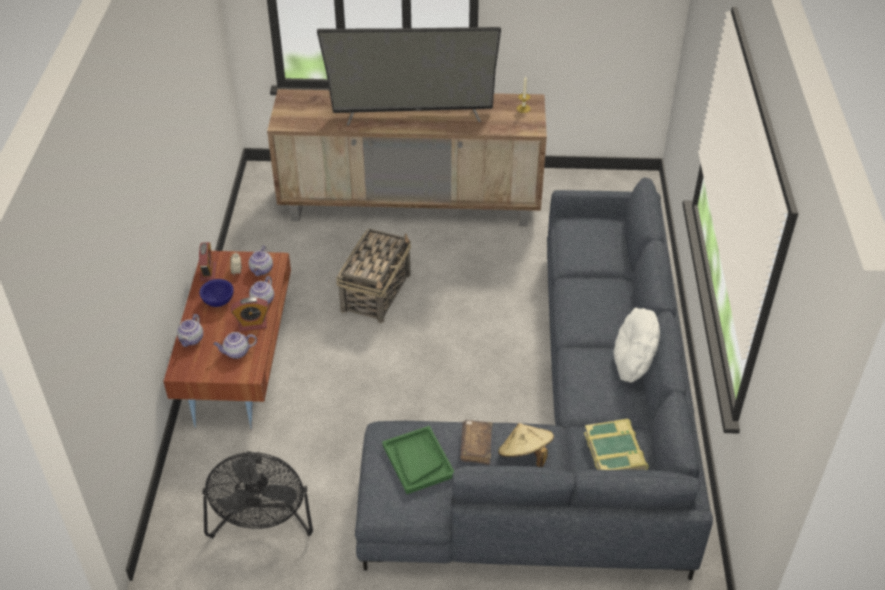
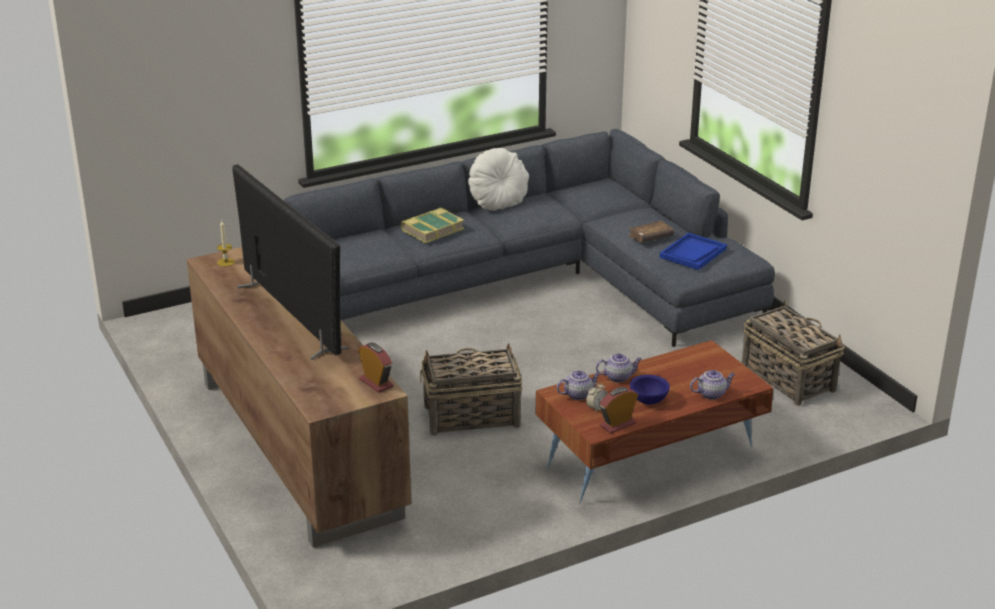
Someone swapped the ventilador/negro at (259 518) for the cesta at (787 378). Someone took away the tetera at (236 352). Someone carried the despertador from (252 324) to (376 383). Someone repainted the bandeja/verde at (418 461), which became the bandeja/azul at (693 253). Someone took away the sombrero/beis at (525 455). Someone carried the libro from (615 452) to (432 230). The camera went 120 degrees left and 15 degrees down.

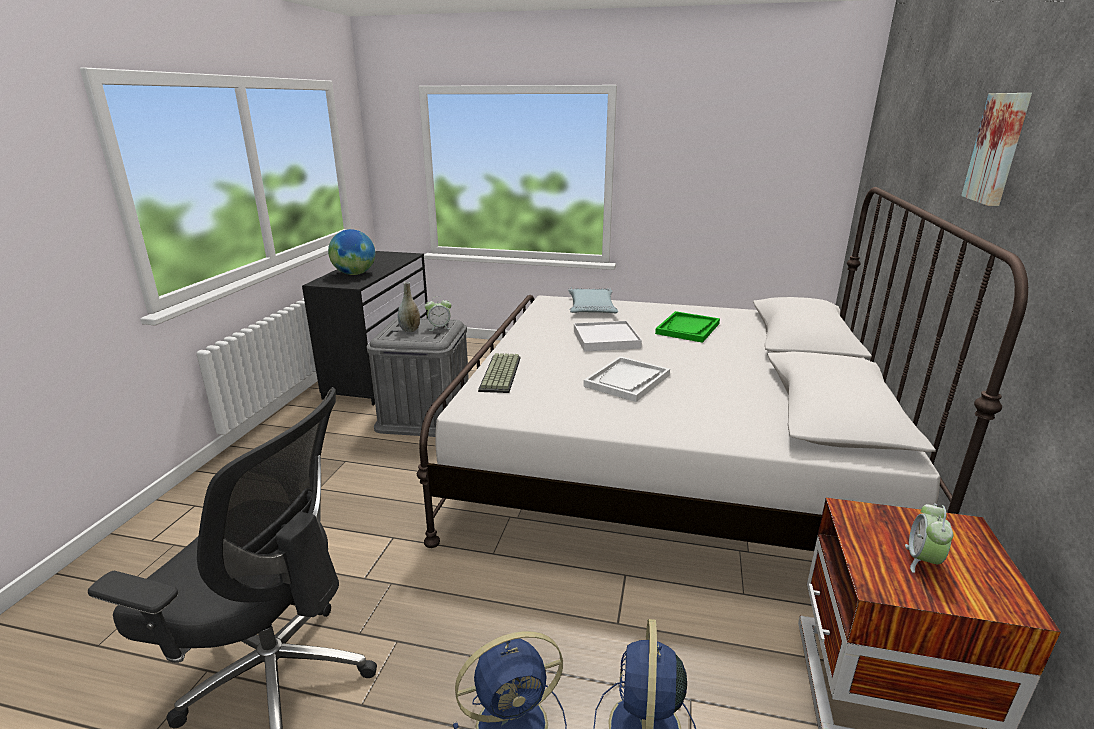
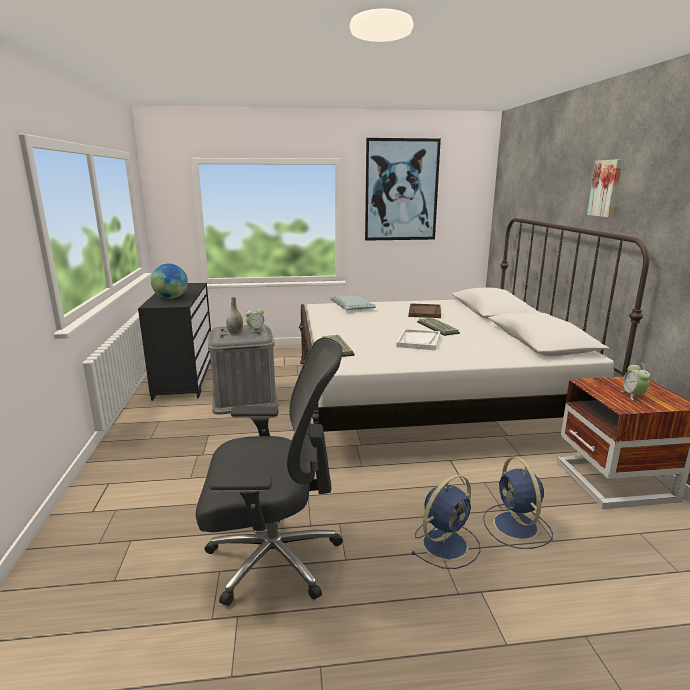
Someone took away the bandeja/blanco at (606 339). Someone repainted the bandeja/verde at (688 329), which became the bandeja/marrón at (424 312). Someone put up the cuadro at (401 190). Someone put down the teclado at (438 327). The camera went 20 degrees left and 5 degrees down.

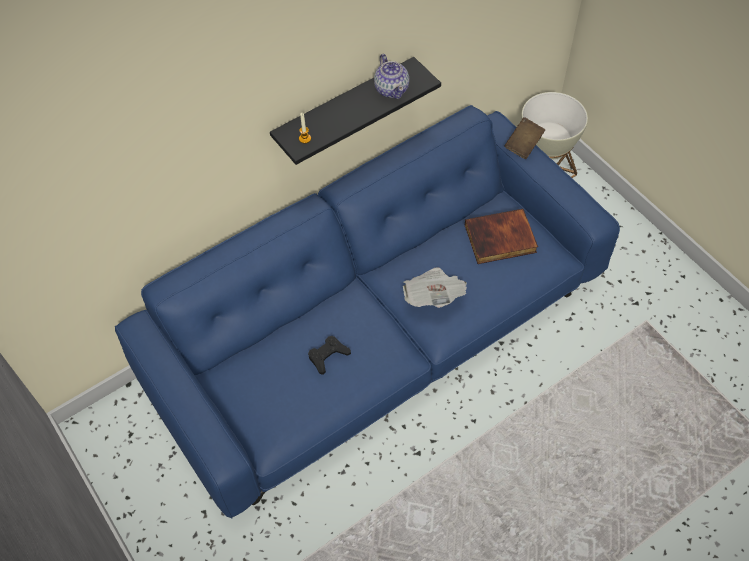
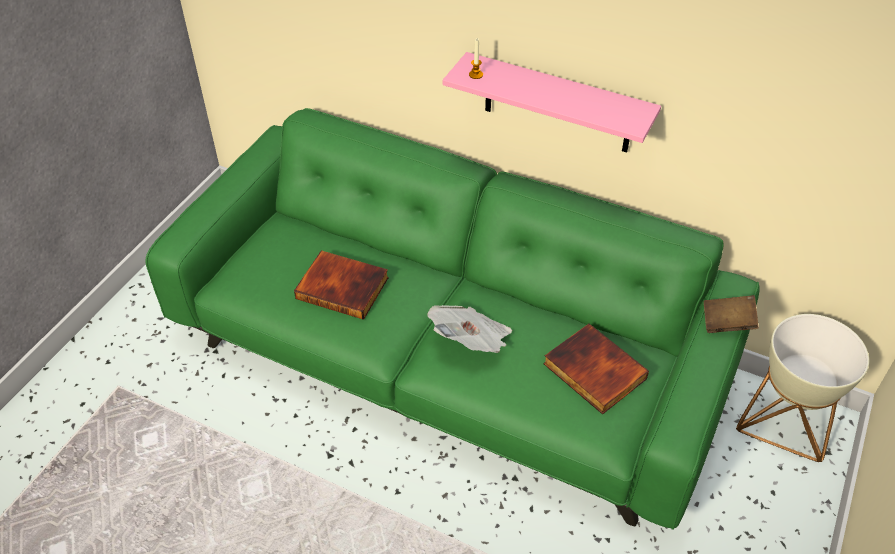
Someone repainted the sofá/azul at (376 335), which became the sofá/verde at (448 359). Someone repainted the estante/negro at (344 112), which became the estante/rosa at (557 104). Someone swapped the mando de consola/negro at (328 356) for the libro at (343 287). Someone took away the tetera at (391 89). The camera went 60 degrees right and 10 degrees down.

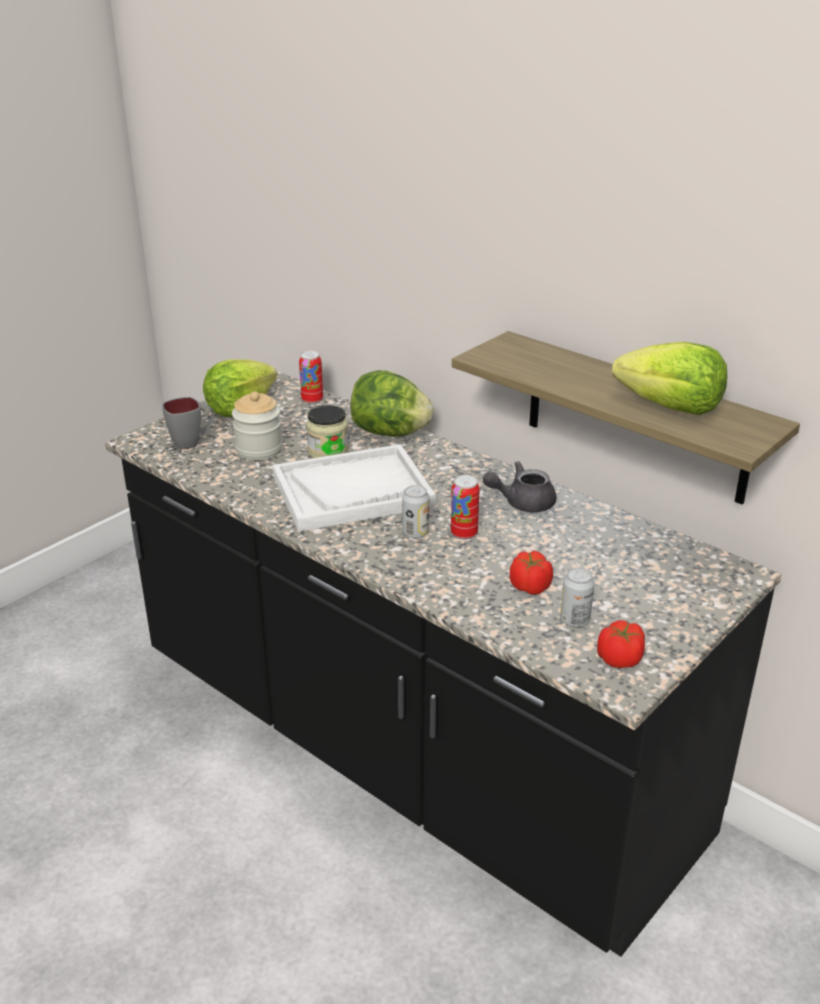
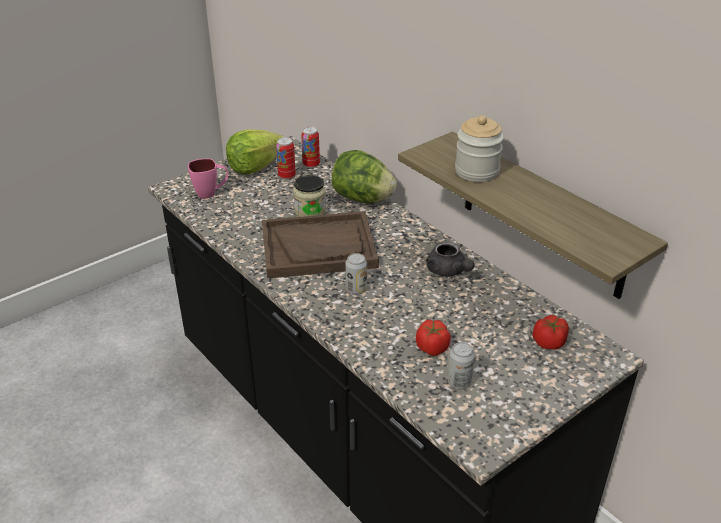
Someone repainted the taza grande/gris at (192 442), which became the taza grande/rosa at (211 193). Someone carried the tarro from (259 450) to (477 171). Someone repainted the bandeja/blanco at (352 491), which became the bandeja/marrón at (319 247). Someone carried the lata from (464 534) to (287 176). Someone rotated the tetera/gris at (522 502) by 120 degrees counterclockwise. Someone carried the tomate from (620 659) to (549 342). Someone took away the lechuga at (670 407). The camera went 10 degrees right and 5 degrees up.

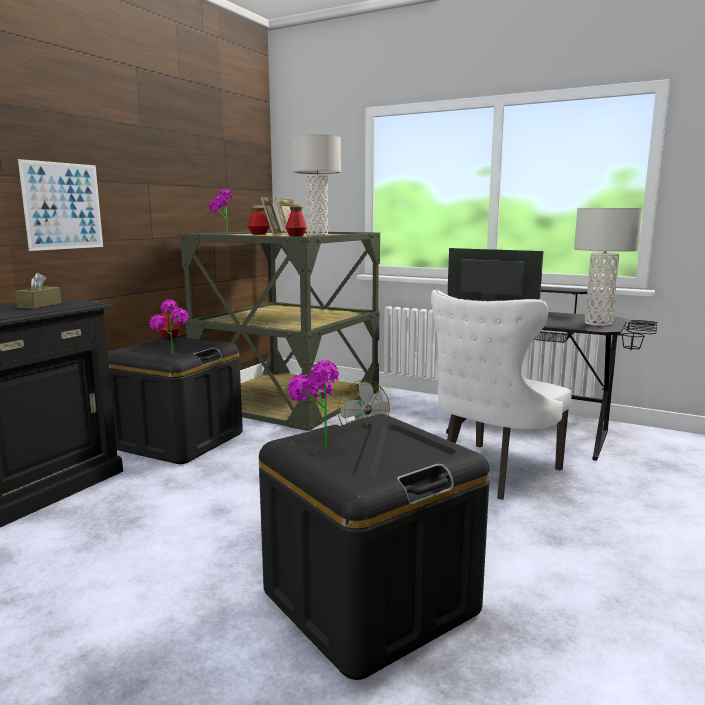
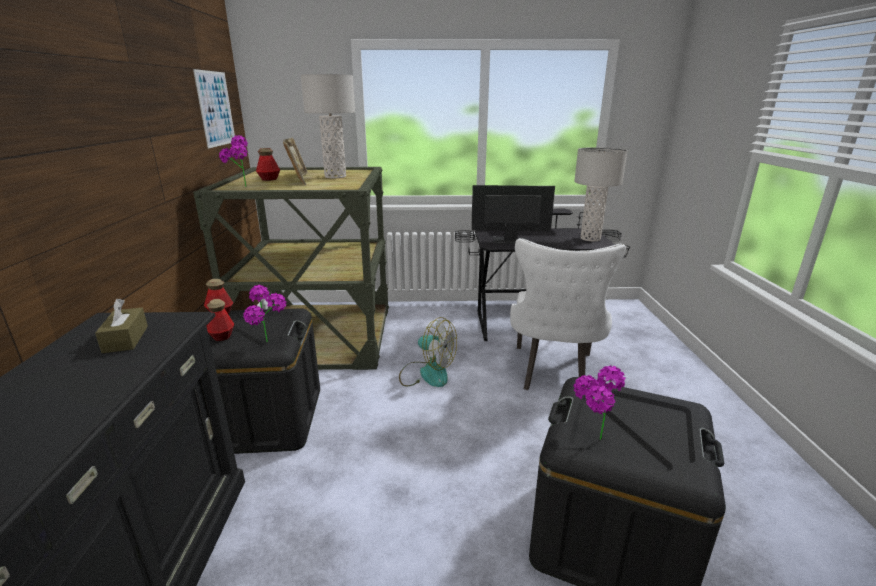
Someone carried the cuadro from (63 206) to (215 108). Someone carried the botella from (296 237) to (222 336). The camera went 30 degrees left and 10 degrees up.

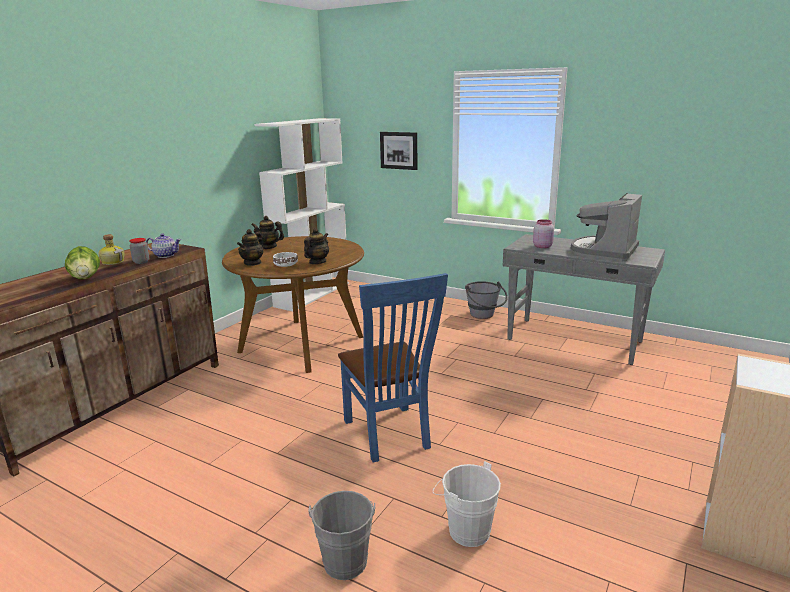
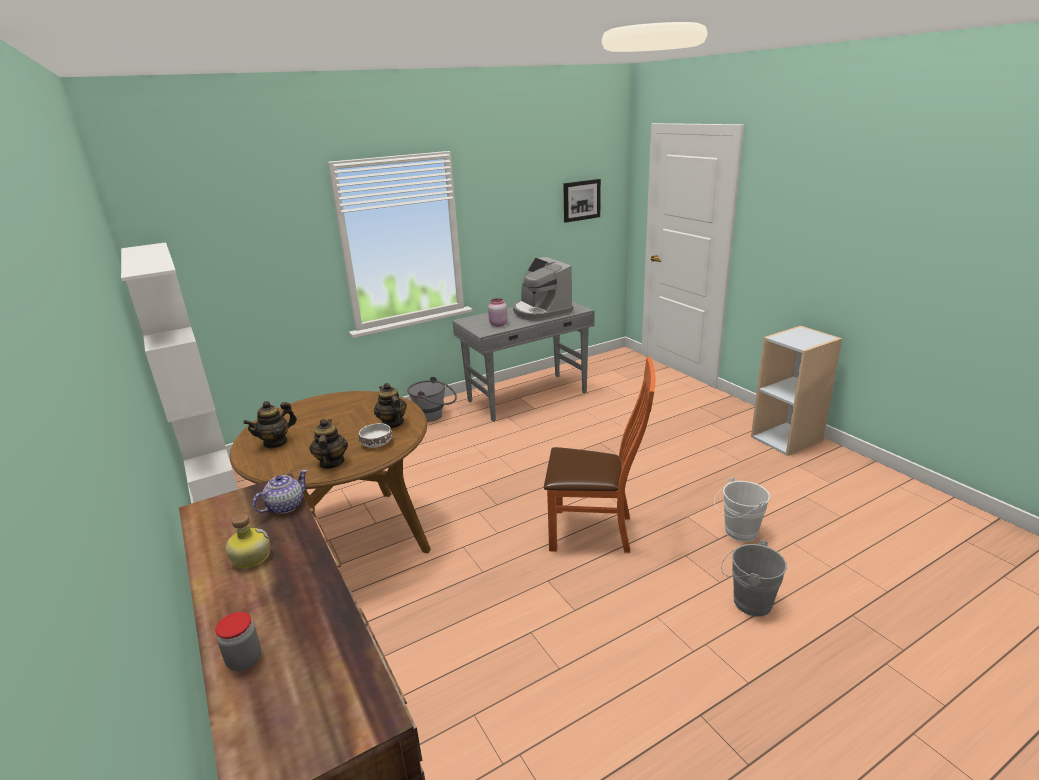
Someone took away the lechuga at (85 278). Someone carried the tarro from (141 262) to (244 660). Someone rotated the tetera at (253 263) by 150 degrees counterclockwise. Someone repainted the silla/azul at (389 436), which became the silla/naranja at (596 531). Someone carried the cuadro from (399 150) to (581 200). The camera went 60 degrees left and 5 degrees up.

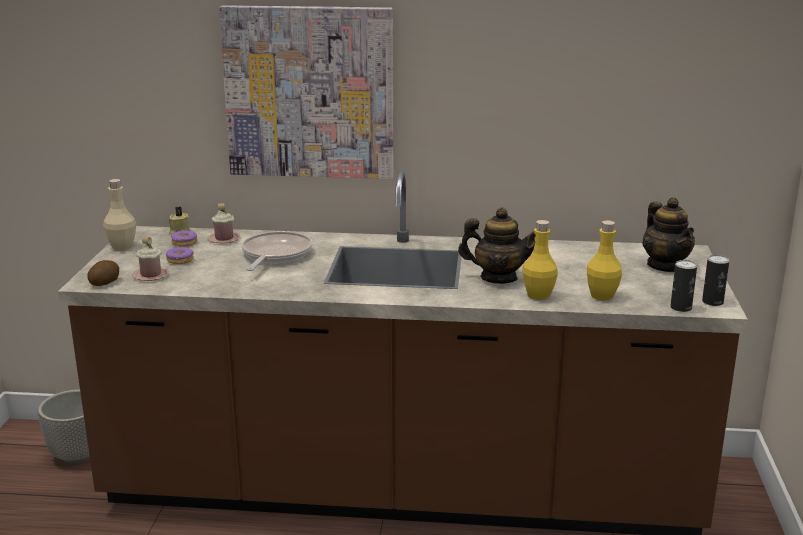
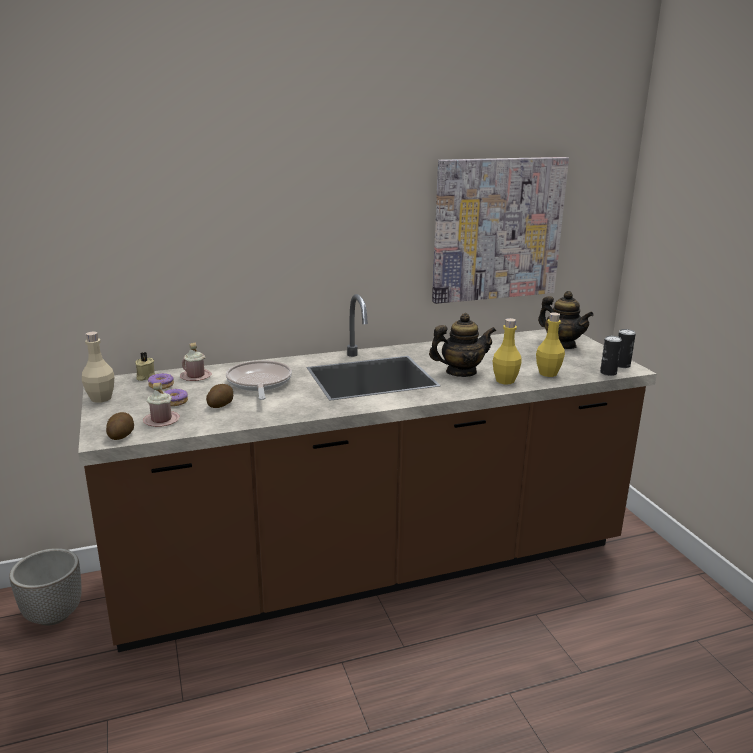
Someone carried the cuadro from (309 92) to (497 229). Someone put down the patata at (220 404). The camera went 25 degrees left and 0 degrees up.

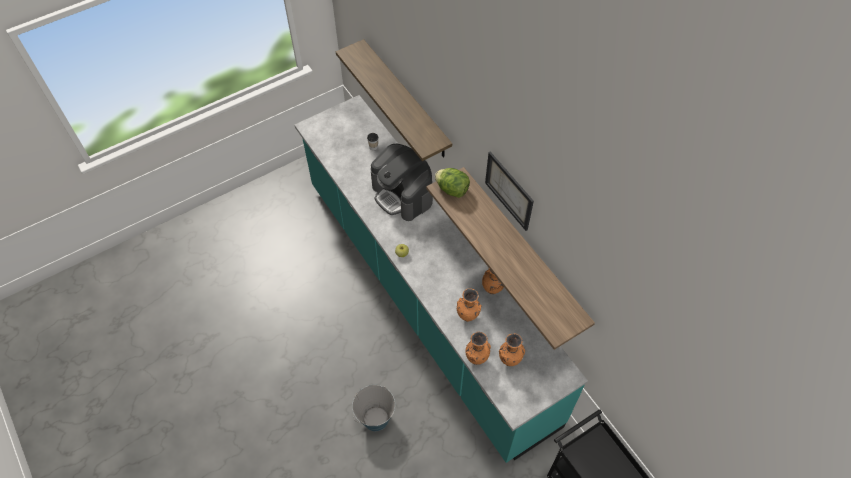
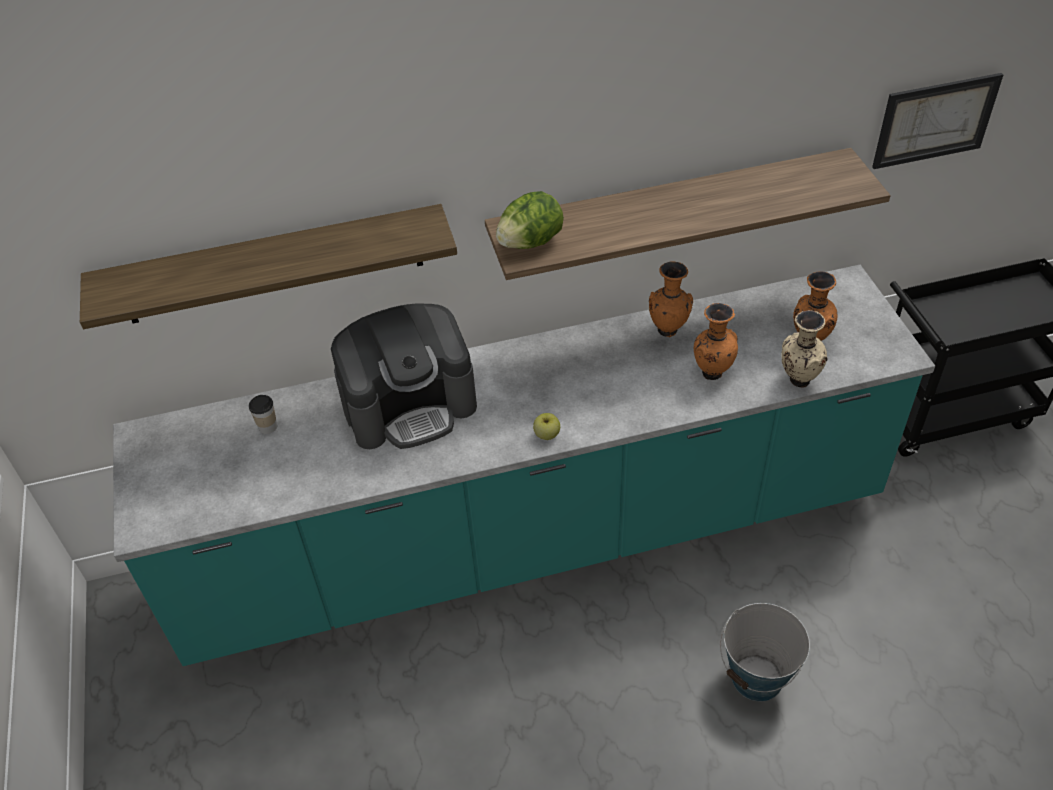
Someone repainted the florero/naranja at (476 358), which became the florero/beis at (797 380). Someone carried the cuadro from (509 190) to (935 120). The camera went 70 degrees left and 10 degrees down.

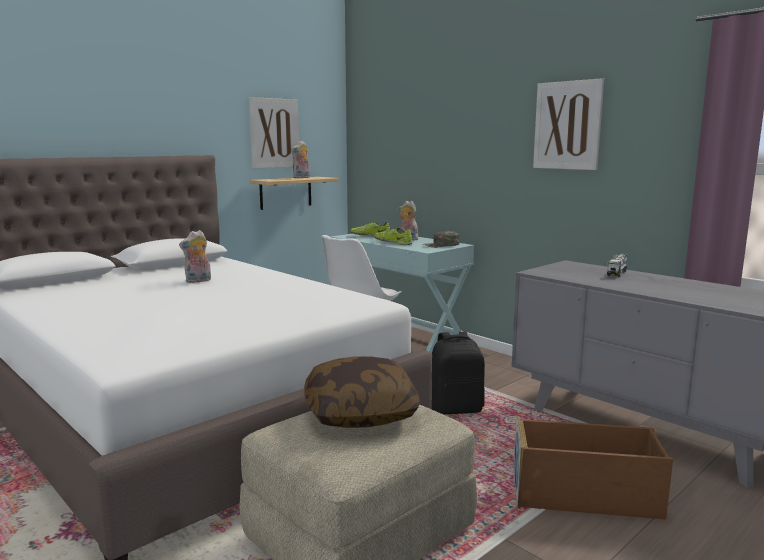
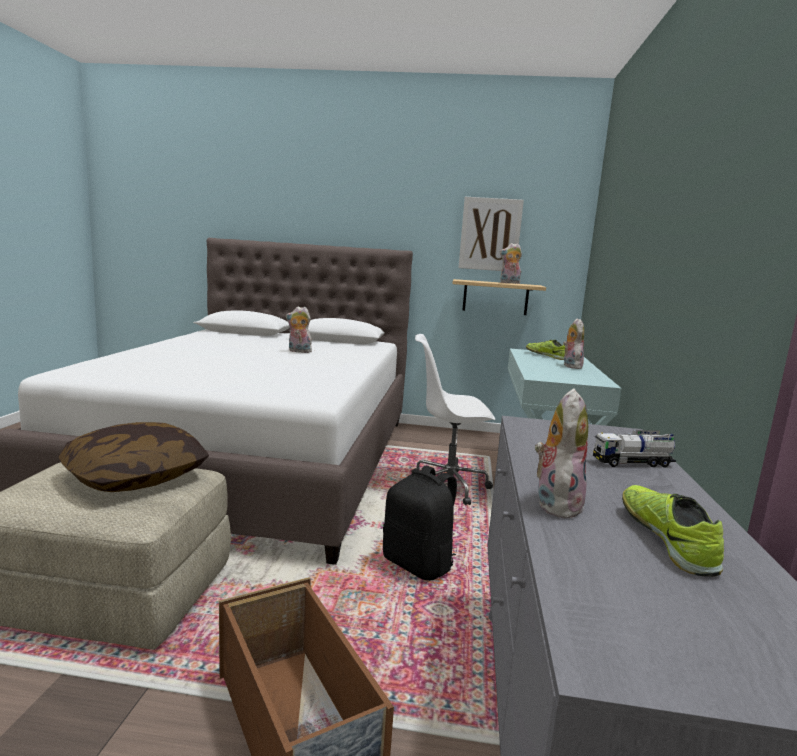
Someone carried the zapato from (393 243) to (666 538). Someone took away the gorra/verde at (441 245). Someone took away the cuadro at (567 125). Someone put down the peluche at (555 503). The camera went 50 degrees right and 0 degrees up.

